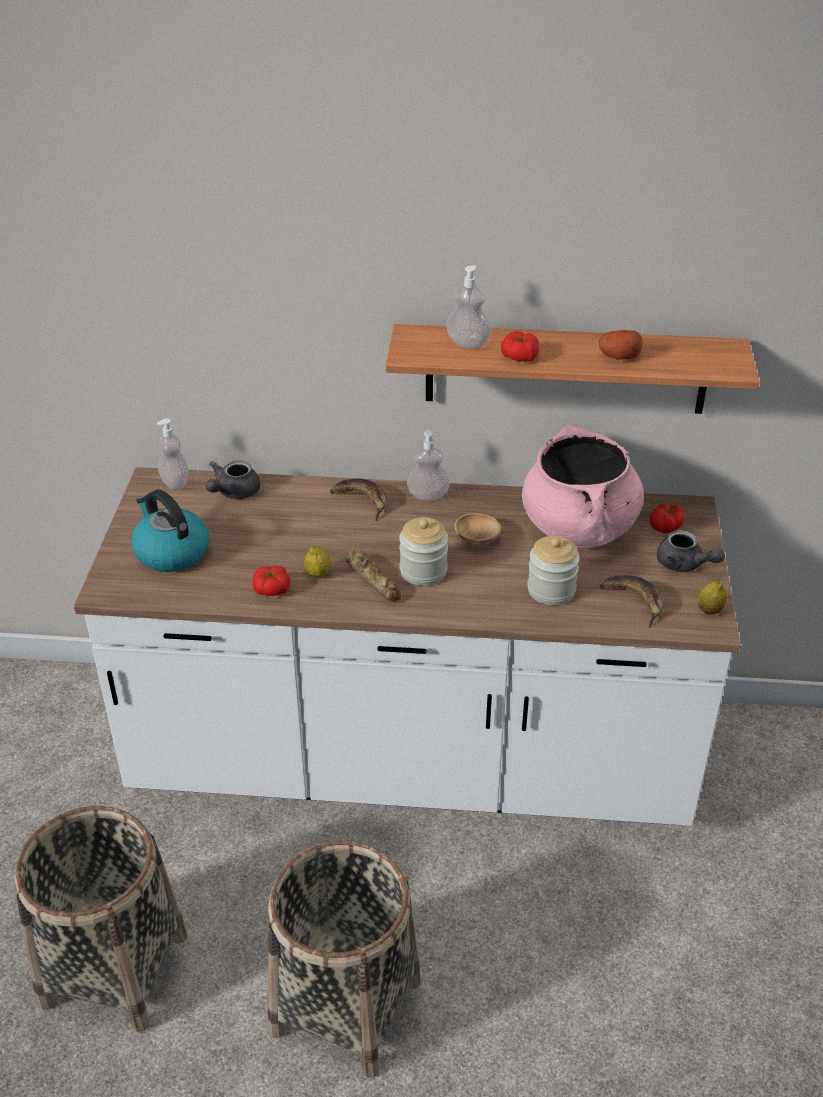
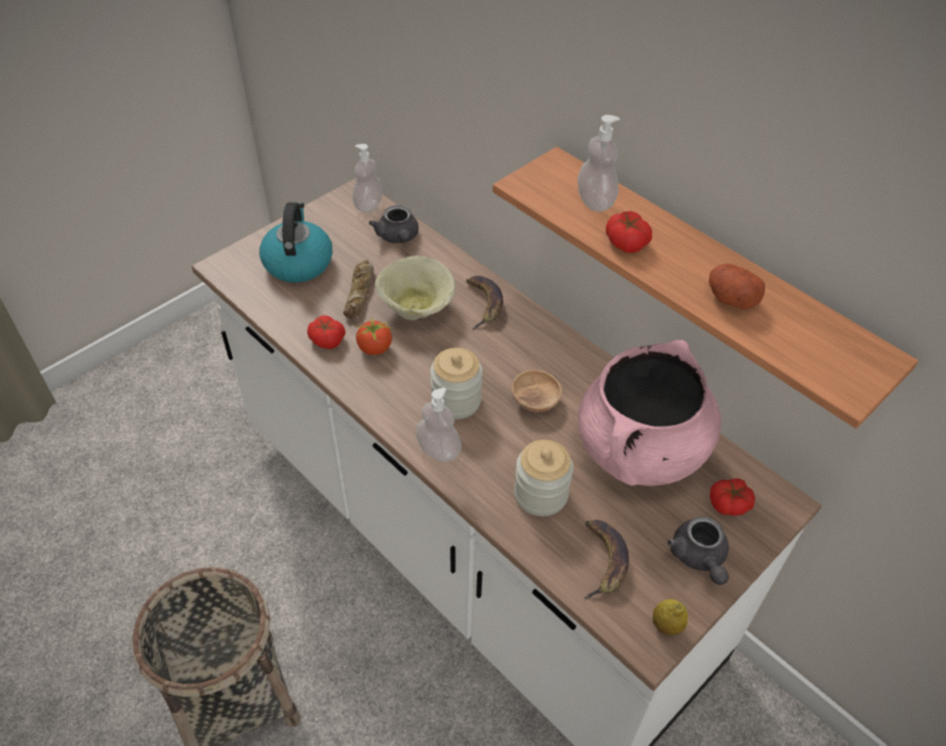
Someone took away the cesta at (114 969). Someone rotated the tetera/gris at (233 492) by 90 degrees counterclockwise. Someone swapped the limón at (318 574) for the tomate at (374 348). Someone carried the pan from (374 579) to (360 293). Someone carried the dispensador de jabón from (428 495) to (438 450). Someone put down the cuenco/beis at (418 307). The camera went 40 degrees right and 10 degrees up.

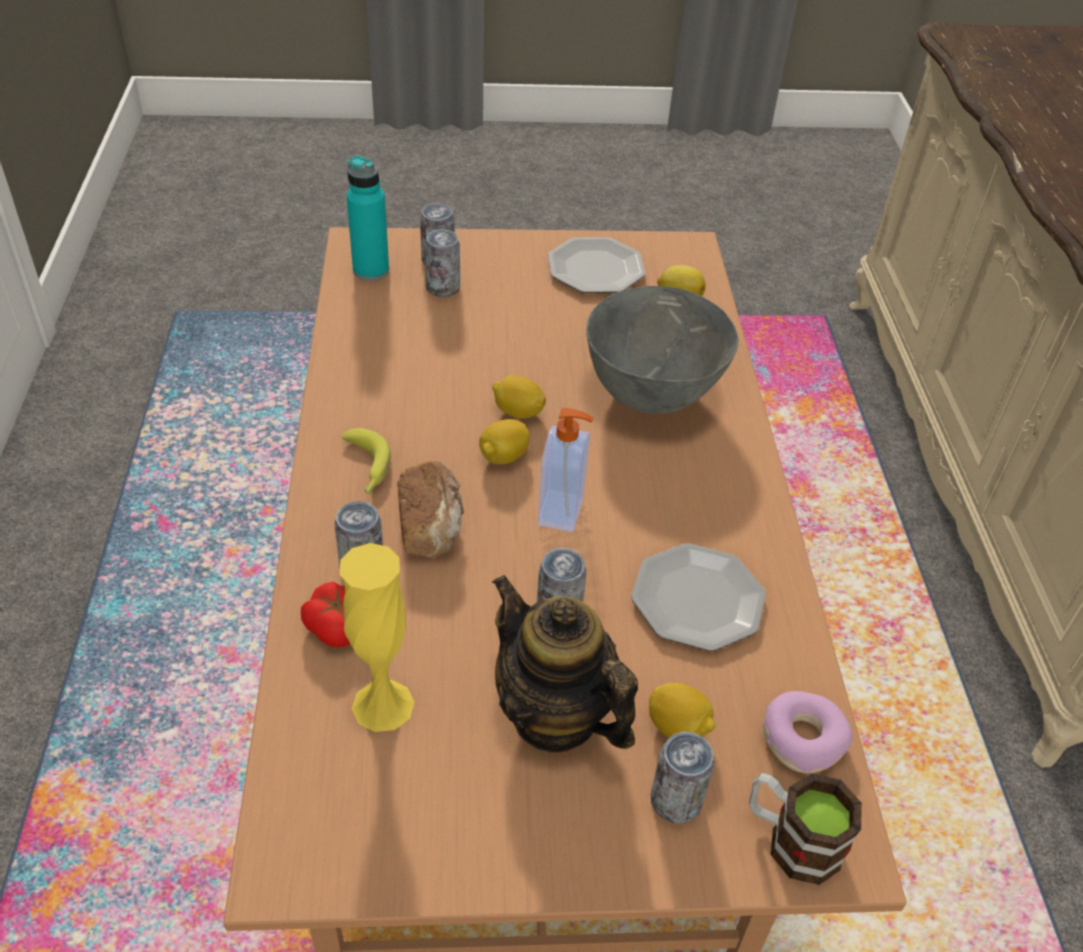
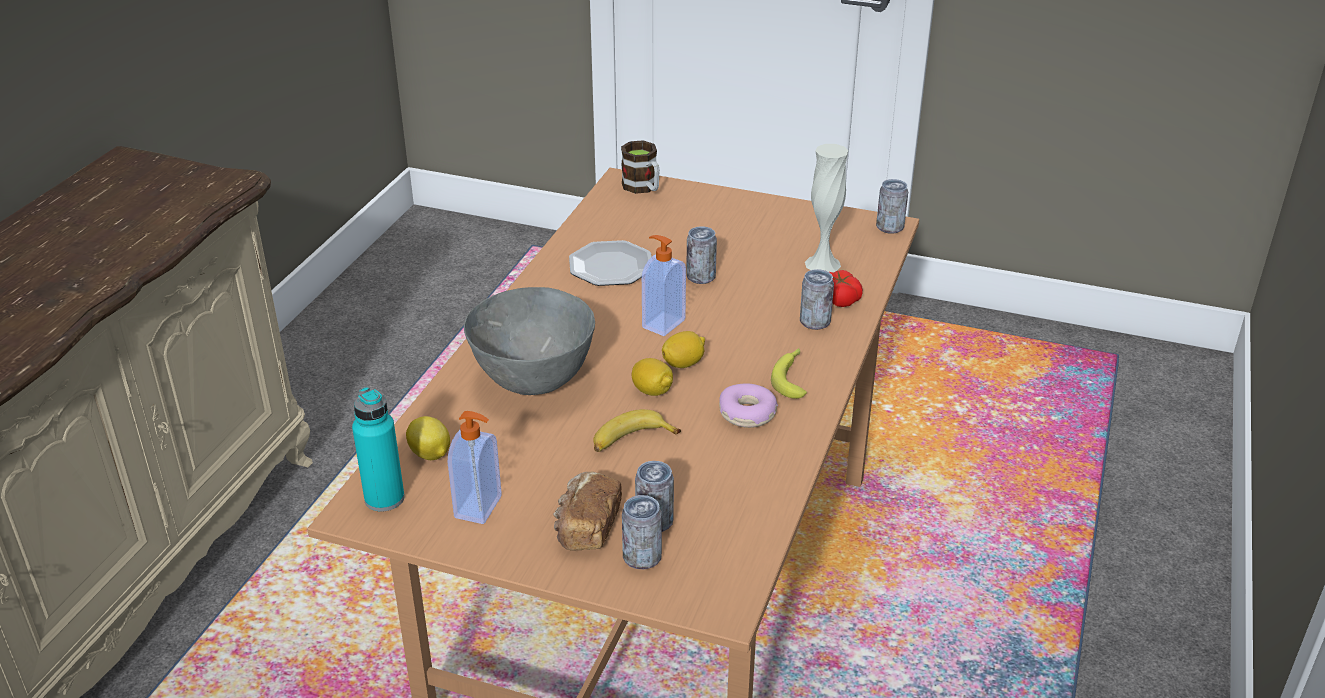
Someone repainted the florero/amarillo at (383 705), which became the florero/blanco at (822 264). Someone carried the botella/turquesa from (371 271) to (384 498). Someone carried the pan from (432 526) to (586 527). Someone took away the tetera at (554 715). Someone swapped the plato at (596 269) for the dispensador de jabón at (480 507). Someone took away the limón at (678 727). Someone carried the lata from (676 801) to (890 227). Someone carried the rosquilla from (802 738) to (747 414). Someone put down the plátano at (630 441). The camera went 155 degrees left and 10 degrees down.

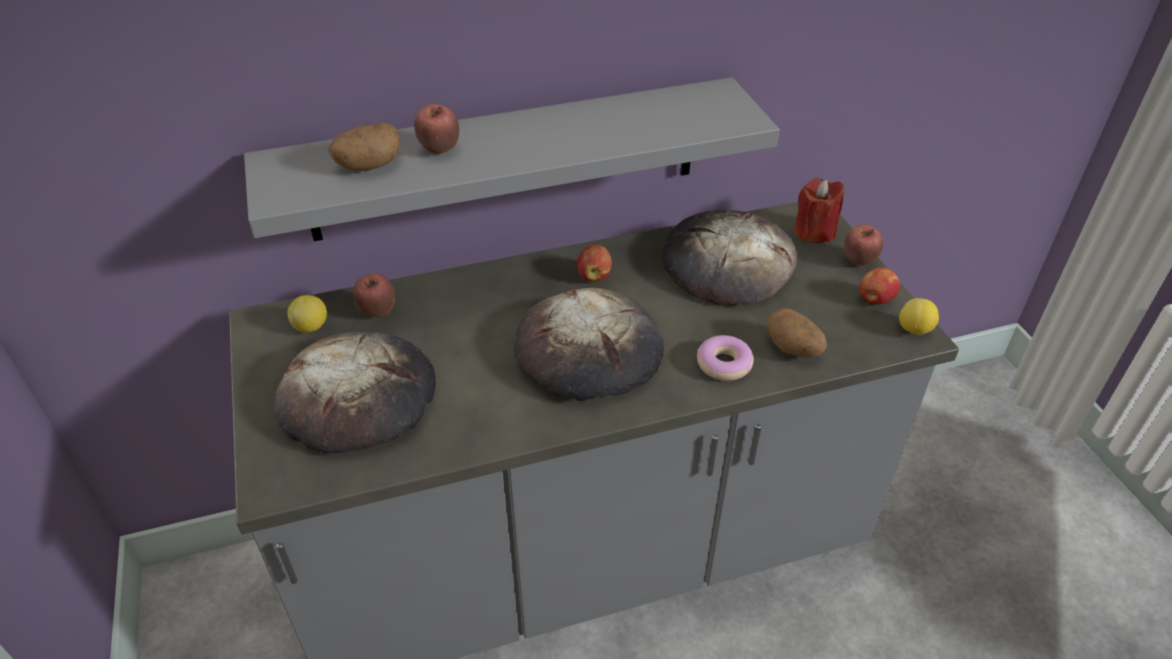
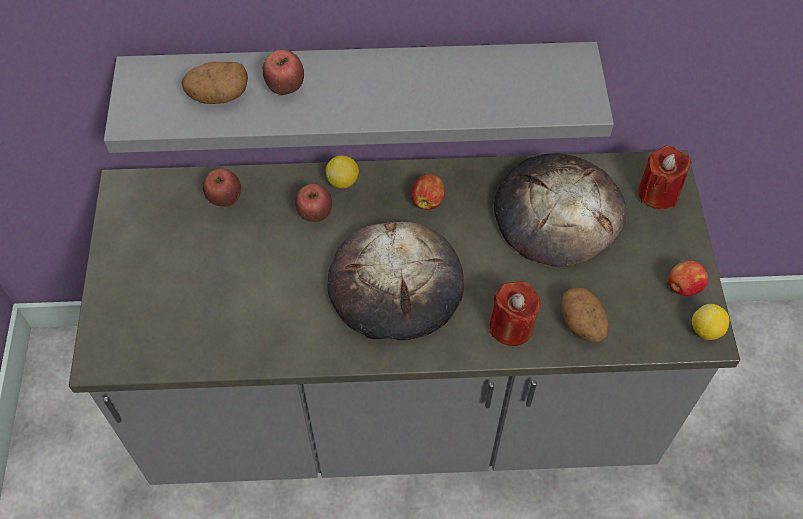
Someone took away the pan at (359 398). Someone carried the limón from (311 327) to (343 181). Someone swapped the rosquilla at (723 364) for the vela/rojo at (511 326). Someone carried the manzana from (858 261) to (315 214). The camera went 15 degrees right and 15 degrees up.

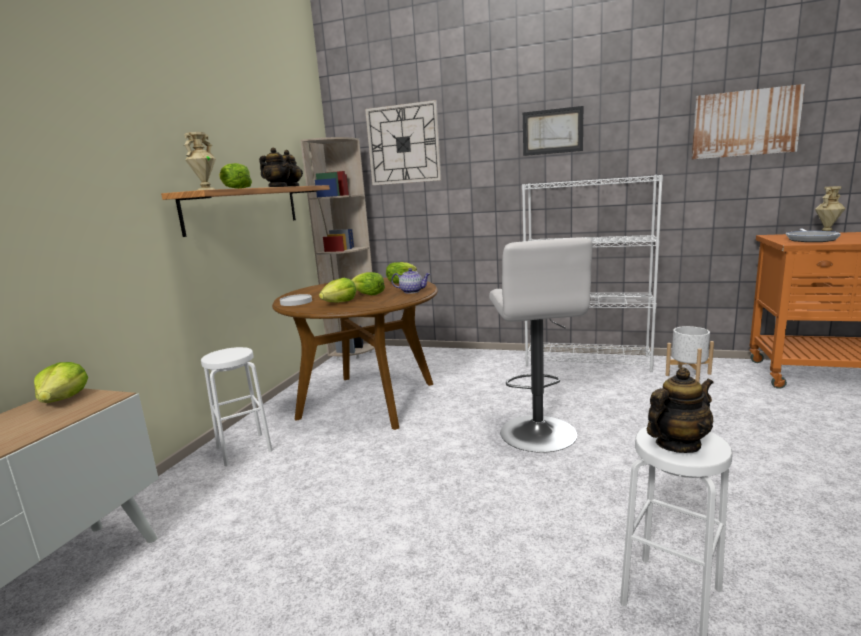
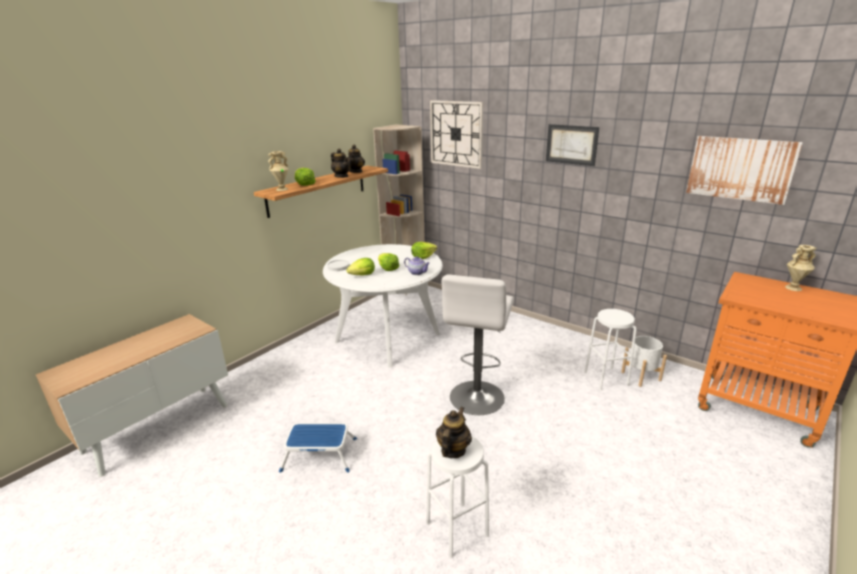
Someone took away the lechuga at (63 400). Someone carried the taburete/blanco from (244 449) to (606 379). Someone repainted the mesa de comedor/marrón at (367 400), which became the mesa de comedor/blanco at (387 337). Someone took away the estantería/blanco at (588 361). Someone rotated the tetera at (677 444) by 60 degrees counterclockwise. Someone took away the sartén at (810 239). Someone put down the escalera de tijera/azul at (319 455). The camera went 20 degrees right and 10 degrees up.

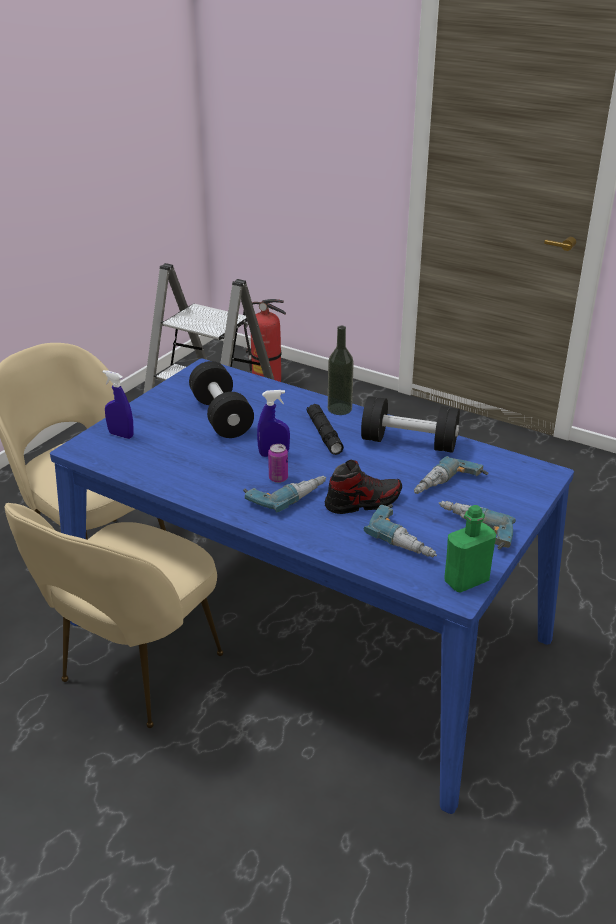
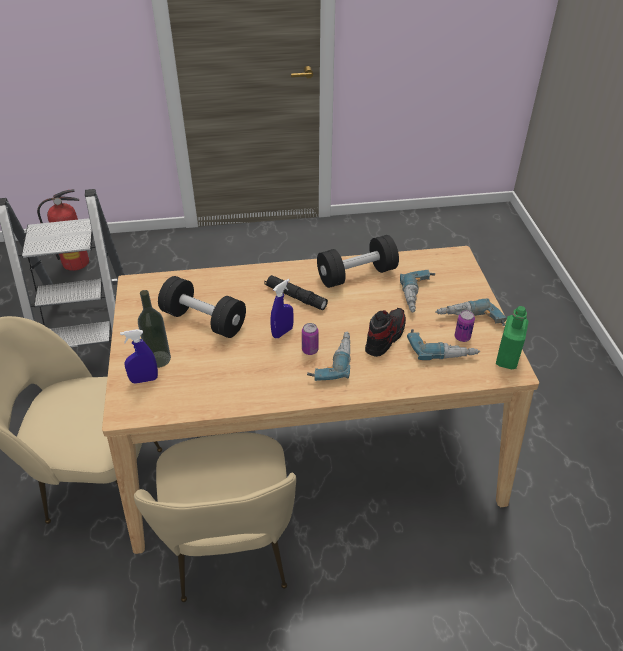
Someone repainted the mesa de comedor/azul at (307 630), which became the mesa de comedor/beis at (311 443). Someone carried the botella from (339 409) to (158 359). Someone put down the lata at (462 337). The camera went 40 degrees left and 10 degrees up.

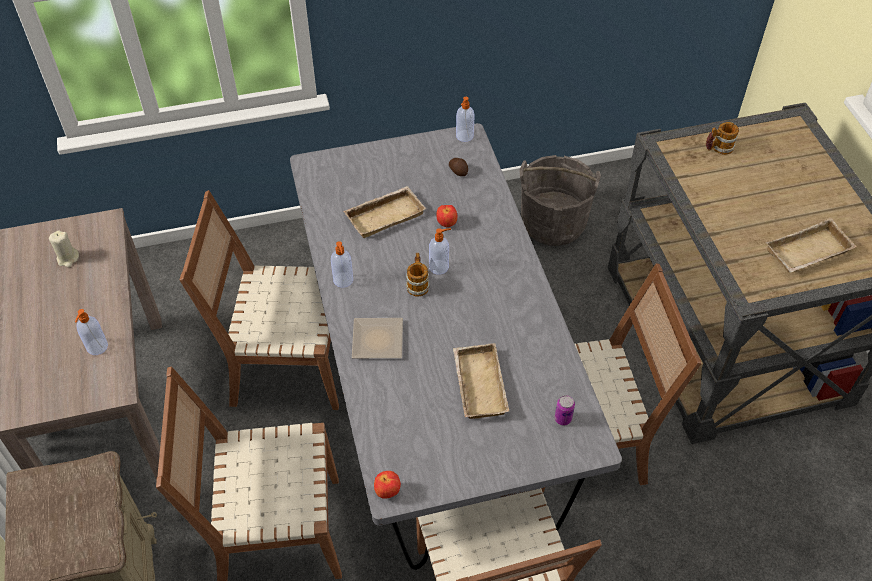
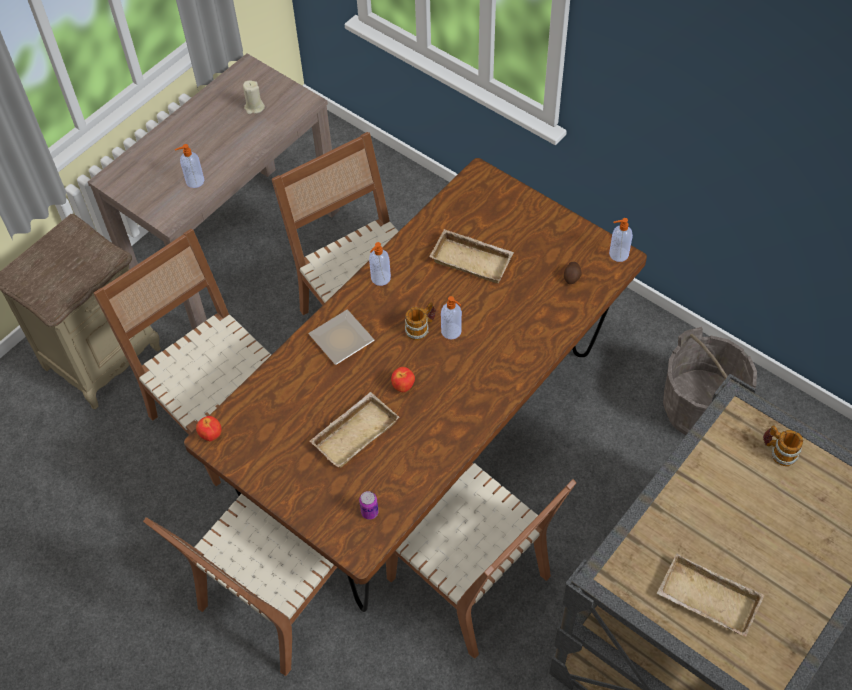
Someone repainted the mesa de comedor/gris at (433 393), which became the mesa de comedor/marrón at (428 437). Someone carried the manzana from (447 224) to (403 387). The camera went 55 degrees right and 5 degrees up.

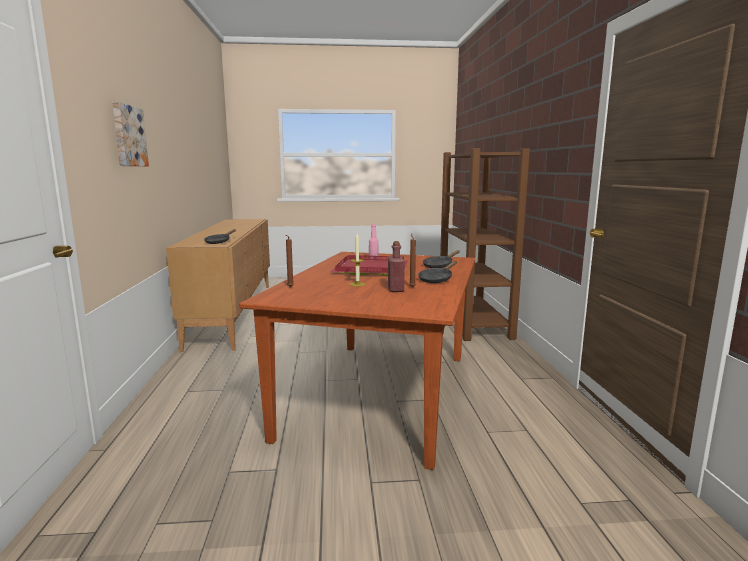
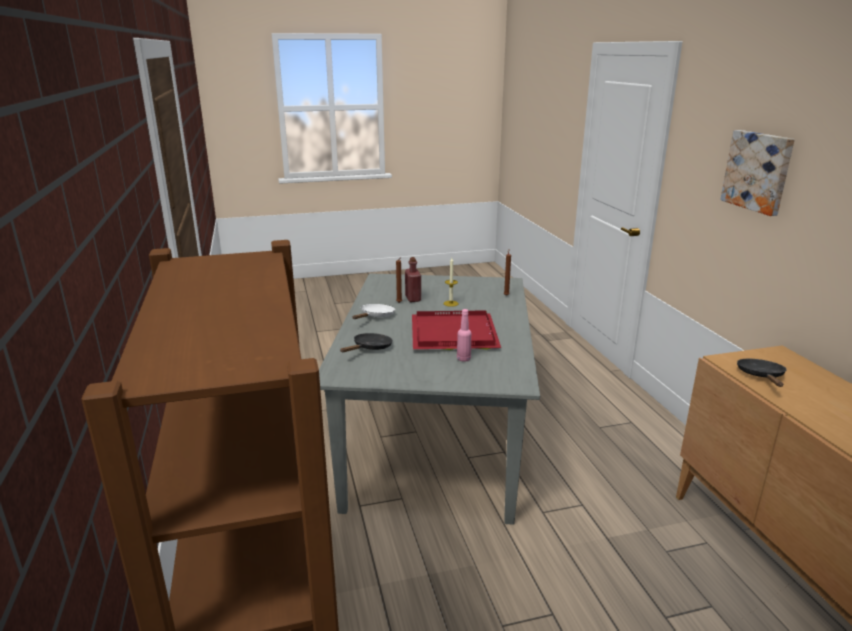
Someone repainted the mesa de comedor/marrón at (379 393), which became the mesa de comedor/gris at (436 439). Someone repainted the sartén/negro at (437 279), which became the sartén/blanco at (375 316). The camera went 170 degrees right and 10 degrees up.

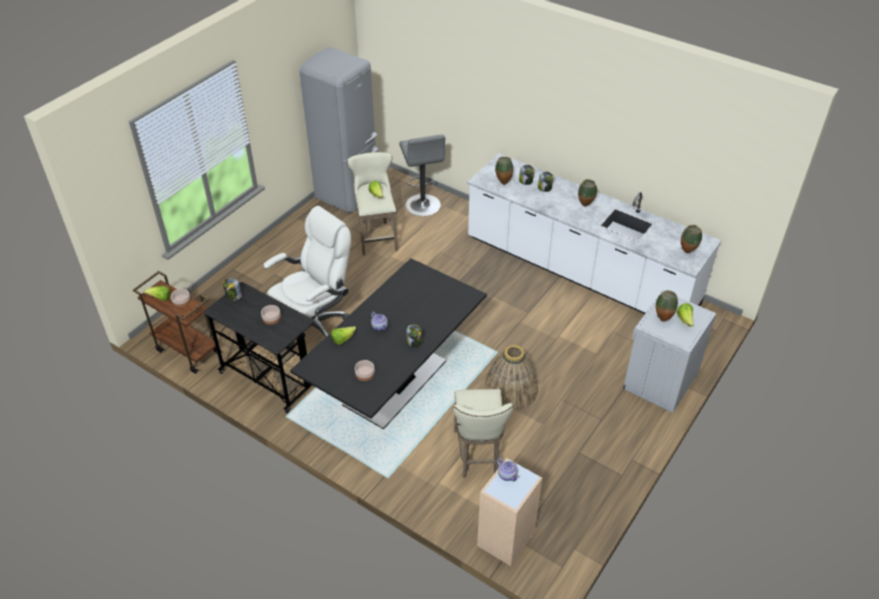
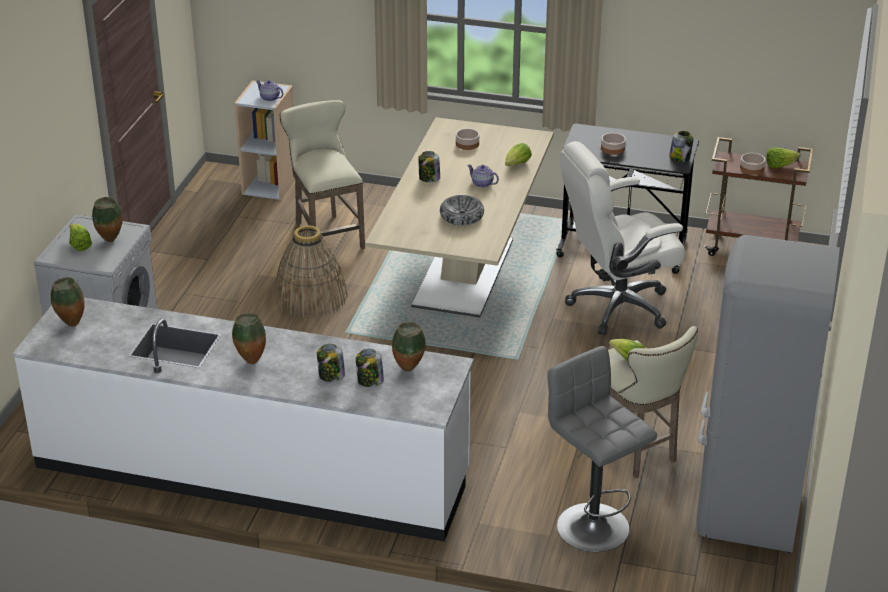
Someone rotated the silla de oficina/blanco at (315 326) by 45 degrees clockwise. Someone repainted the mesa de comedor/negro at (395 383), which became the mesa de comedor/beis at (463 273). Someone put down the cuenco at (461 216). The camera went 160 degrees right and 10 degrees down.

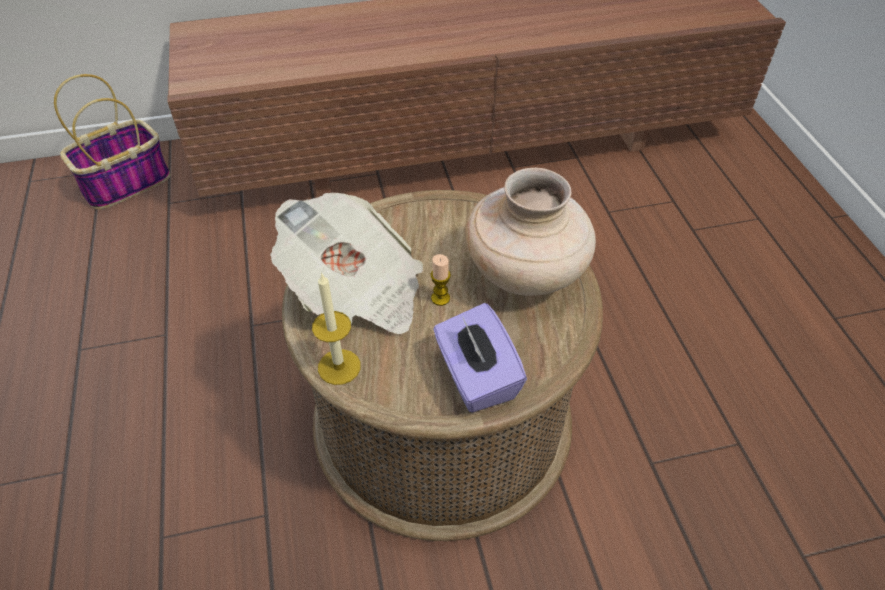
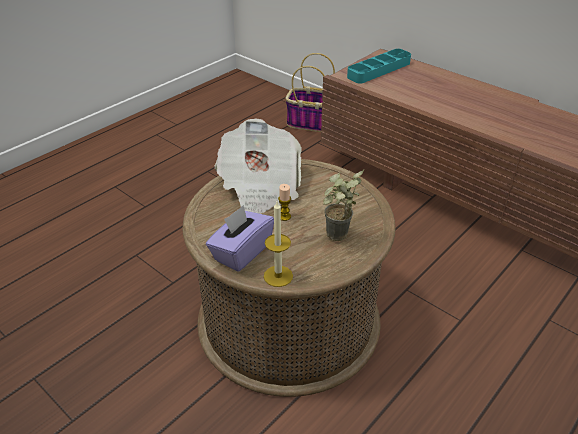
Someone carried the vela from (339 367) to (278 276). Someone swapped the florero/beis at (526 274) for the planta en maceta at (337 239). Someone put down the bandeja/turquesa at (379 70). The camera went 55 degrees right and 10 degrees down.

